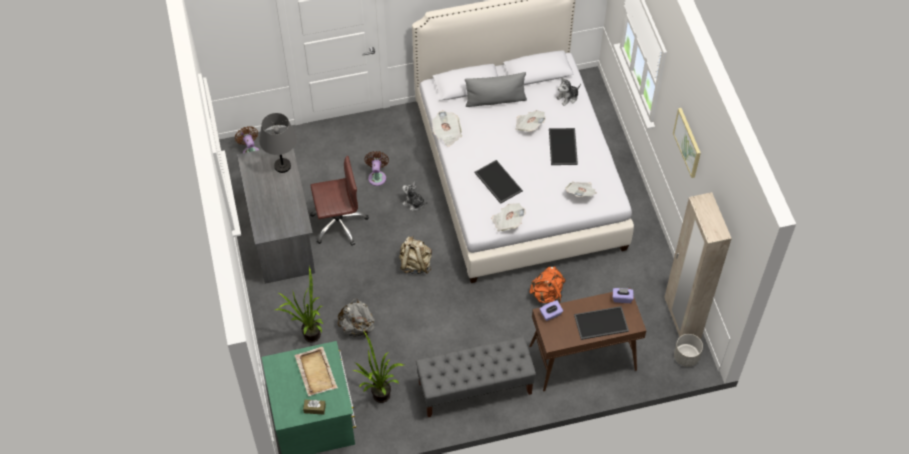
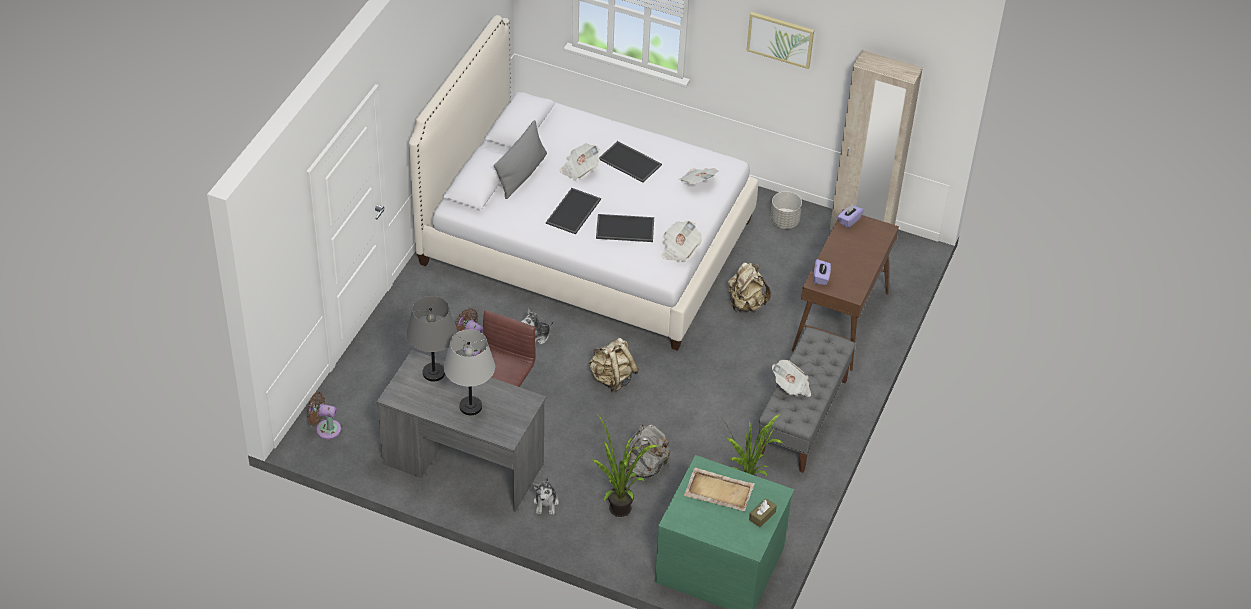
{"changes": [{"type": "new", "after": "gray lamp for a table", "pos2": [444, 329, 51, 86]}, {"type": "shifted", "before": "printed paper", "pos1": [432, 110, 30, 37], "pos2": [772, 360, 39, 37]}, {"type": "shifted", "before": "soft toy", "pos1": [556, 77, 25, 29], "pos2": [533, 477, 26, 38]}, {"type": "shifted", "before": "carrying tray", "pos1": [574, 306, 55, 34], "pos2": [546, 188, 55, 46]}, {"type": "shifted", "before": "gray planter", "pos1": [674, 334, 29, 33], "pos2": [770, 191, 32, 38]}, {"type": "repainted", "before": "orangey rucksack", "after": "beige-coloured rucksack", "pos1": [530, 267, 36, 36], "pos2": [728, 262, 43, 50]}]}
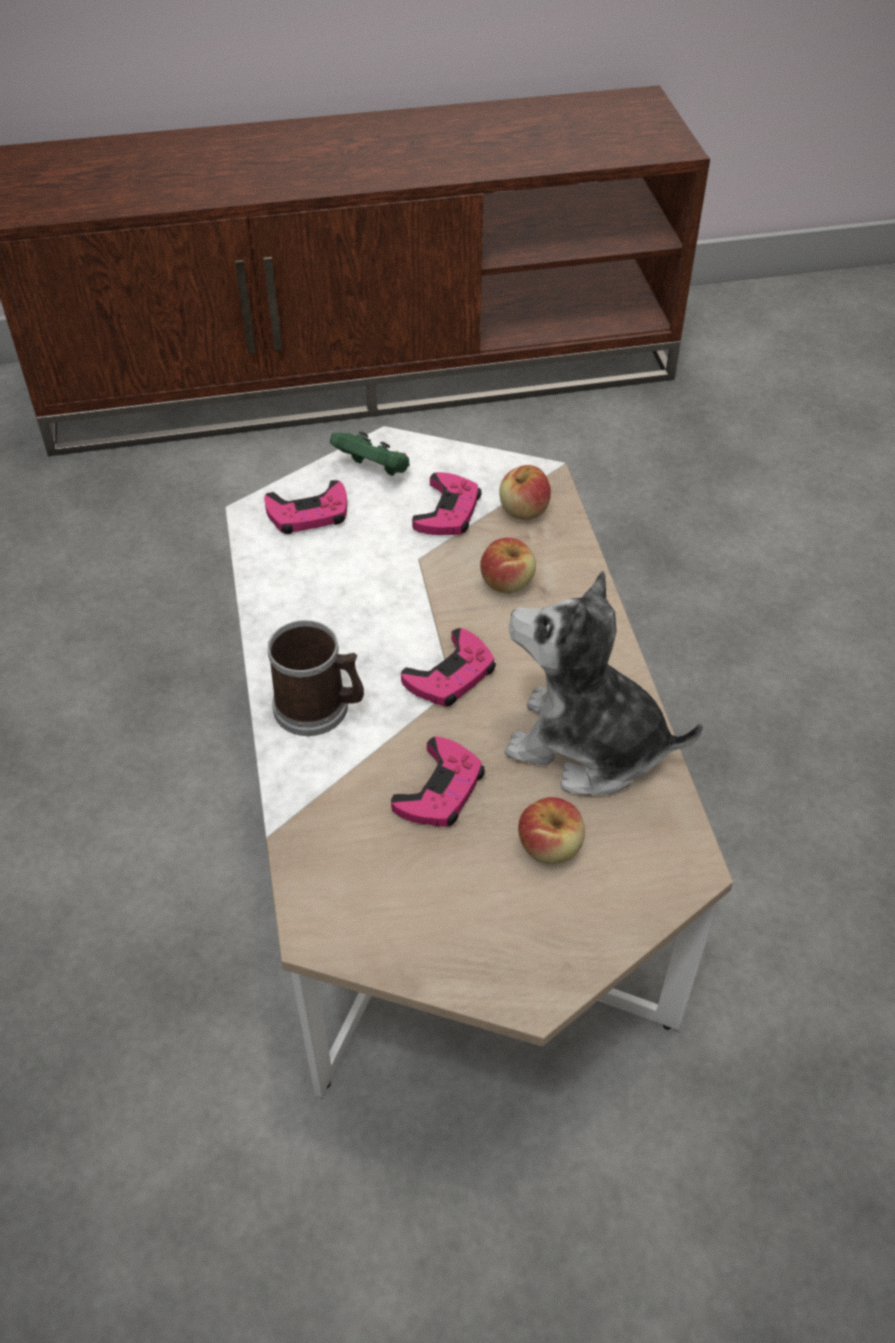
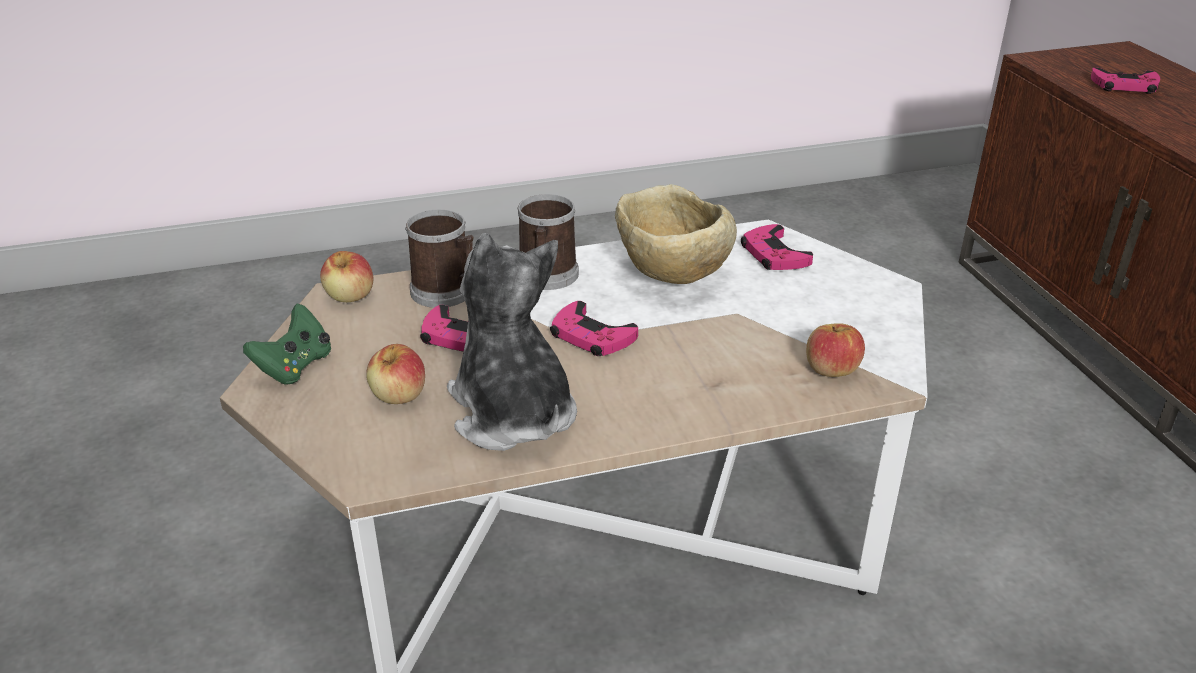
{"changes": [{"type": "new", "after": "tea mug", "pos2": [405, 210, 69, 98]}, {"type": "new", "after": "beige-coloured deep dish", "pos2": [615, 184, 122, 100]}, {"type": "shifted", "before": "green-coloured game controller", "pos1": [330, 431, 80, 45], "pos2": [243, 303, 88, 82]}, {"type": "shifted", "before": "pink-coloured game controller", "pos1": [412, 472, 70, 63], "pos2": [1091, 67, 69, 27]}, {"type": "shifted", "before": "apple", "pos1": [480, 538, 56, 56], "pos2": [320, 251, 54, 51]}, {"type": "rotated", "before": "soft toy", "pos1": [505, 571, 198, 224], "pos2": [447, 233, 130, 218], "turn": -45}]}
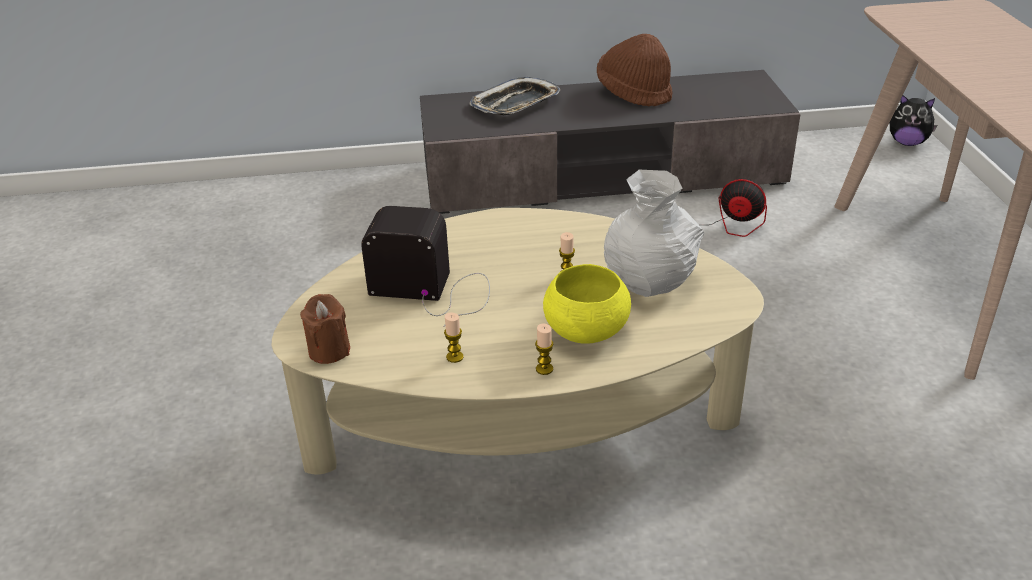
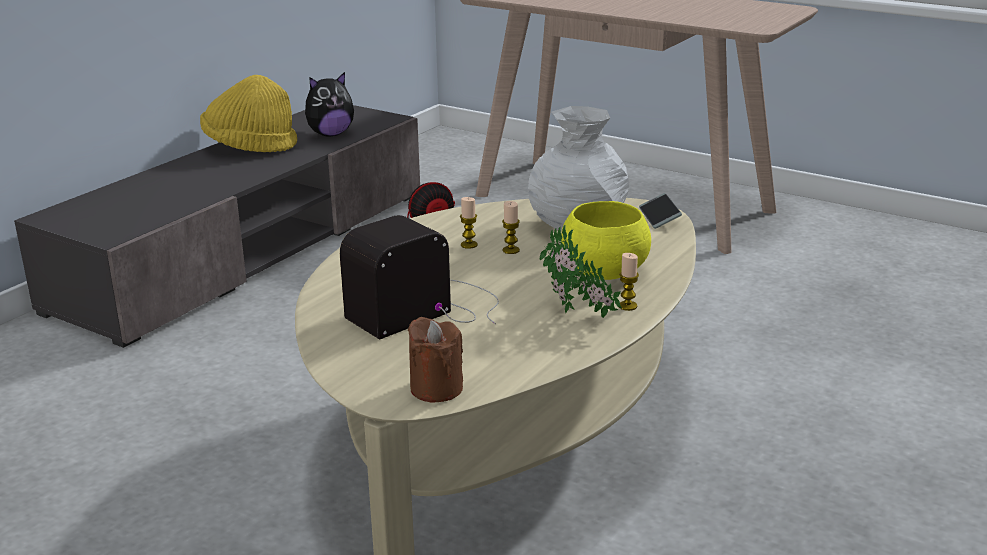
{"changes": [{"type": "gone", "before": "carrying tray", "pos1": [470, 77, 91, 38]}, {"type": "new", "after": "plant in a pot", "pos2": [540, 225, 82, 93]}, {"type": "new", "after": "phone", "pos2": [639, 193, 43, 36]}, {"type": "shifted", "before": "wax light", "pos1": [444, 312, 20, 51], "pos2": [460, 197, 18, 52]}, {"type": "shifted", "before": "soft toy", "pos1": [890, 95, 48, 51], "pos2": [305, 72, 49, 64]}, {"type": "repainted", "before": "brown hat", "after": "yellow hat", "pos1": [597, 34, 76, 72], "pos2": [200, 75, 97, 77]}]}
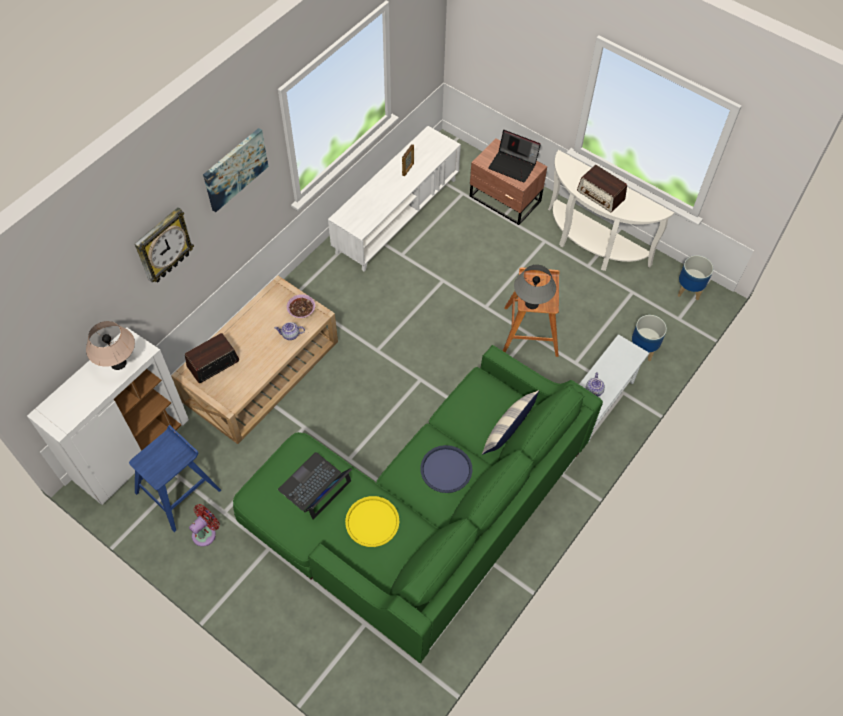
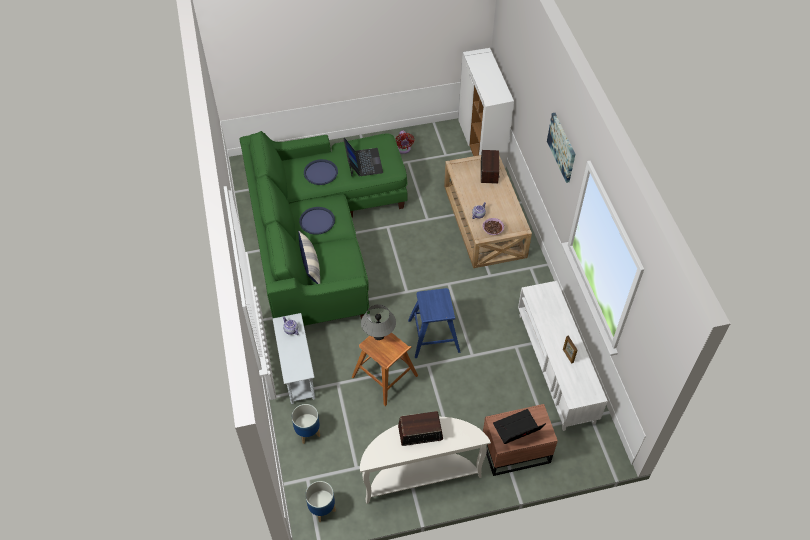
{"changes": [{"type": "gone", "before": "beige-coloured lamp for a table", "pos1": [86, 321, 49, 49]}, {"type": "gone", "before": "hanging clock", "pos1": [135, 208, 59, 75]}, {"type": "shifted", "before": "bluish sitting stool", "pos1": [129, 425, 92, 107], "pos2": [408, 288, 53, 70]}, {"type": "repainted", "before": "yellow carrying tray", "after": "bluish carrying tray", "pos1": [345, 496, 54, 51], "pos2": [304, 159, 34, 26]}]}
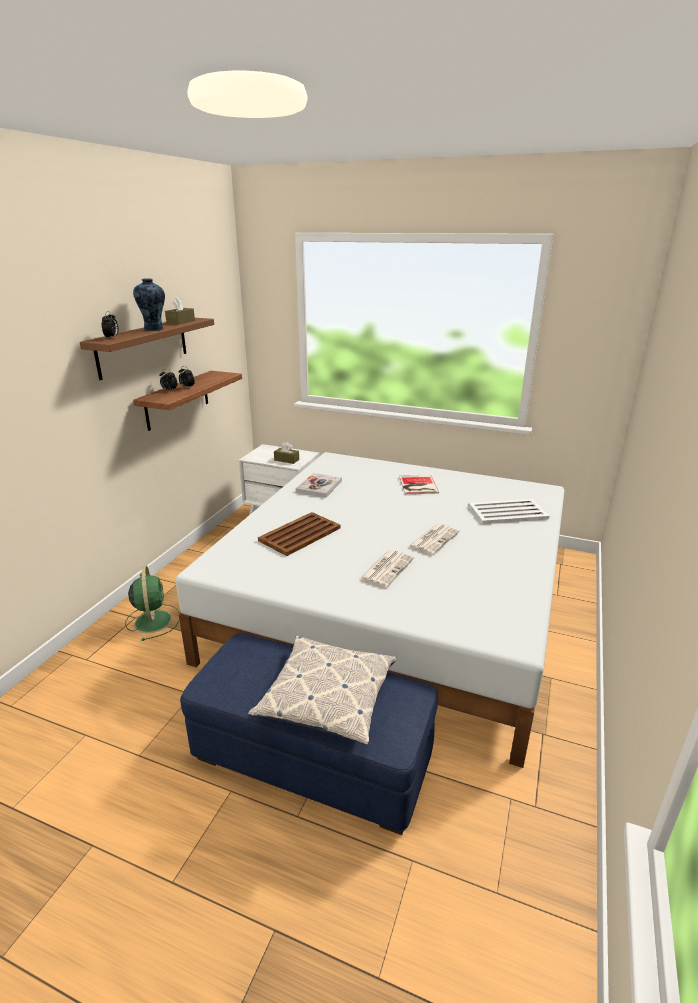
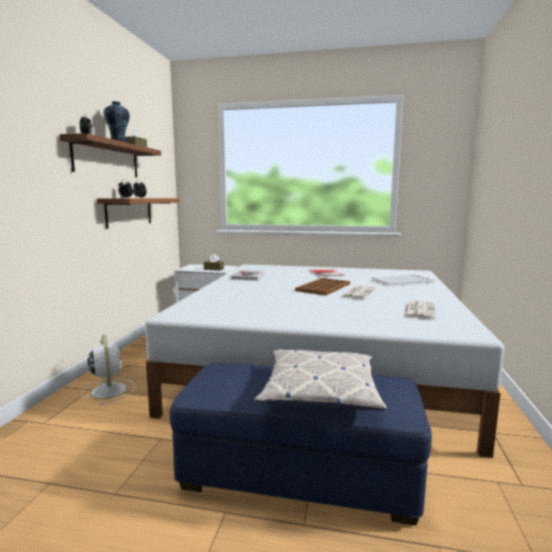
{"changes": [{"type": "shifted", "before": "brown carrying tray", "pos1": [258, 512, 83, 44], "pos2": [295, 278, 55, 17]}, {"type": "shifted", "before": "printed paper", "pos1": [360, 550, 54, 38], "pos2": [404, 301, 31, 18]}, {"type": "repainted", "before": "green-coloured cooling fan", "after": "white-coloured cooling fan", "pos1": [125, 566, 55, 75], "pos2": [81, 334, 54, 71]}]}
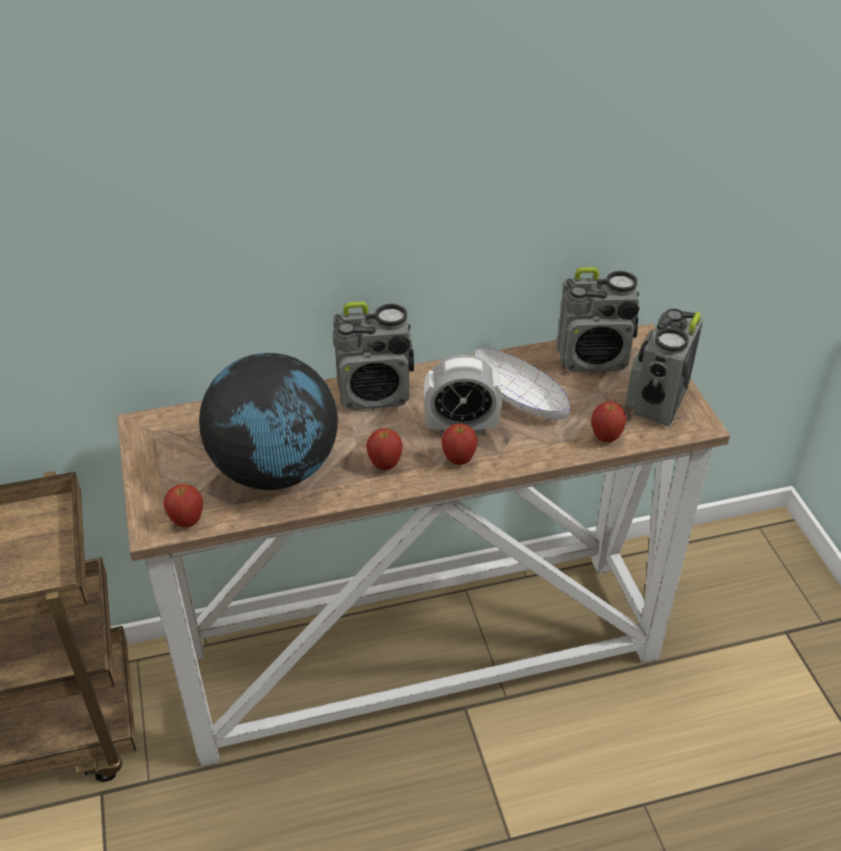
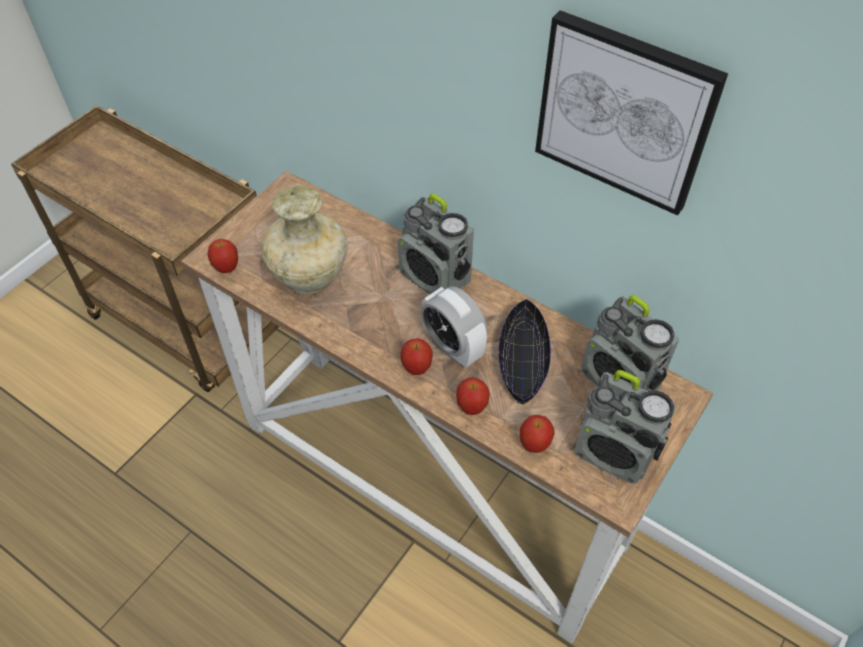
{"changes": [{"type": "new", "after": "wall art", "pos2": [535, 10, 193, 206]}, {"type": "shifted", "before": "apple", "pos1": [366, 428, 37, 42], "pos2": [456, 377, 34, 38]}, {"type": "swapped", "before": "world globe", "after": "beige-coloured flower vase", "pos1": [199, 353, 139, 137], "pos2": [261, 186, 87, 109]}, {"type": "repainted", "before": "white-coloured deep dish", "after": "black-coloured deep dish", "pos1": [475, 348, 95, 72], "pos2": [498, 299, 53, 106]}, {"type": "rotated", "before": "radio receiver", "pos1": [625, 309, 78, 117], "pos2": [575, 370, 102, 114], "turn": -135}]}
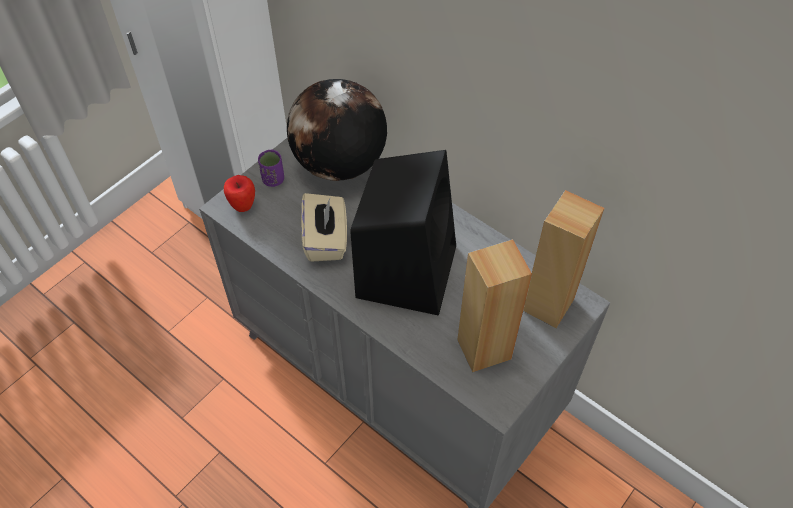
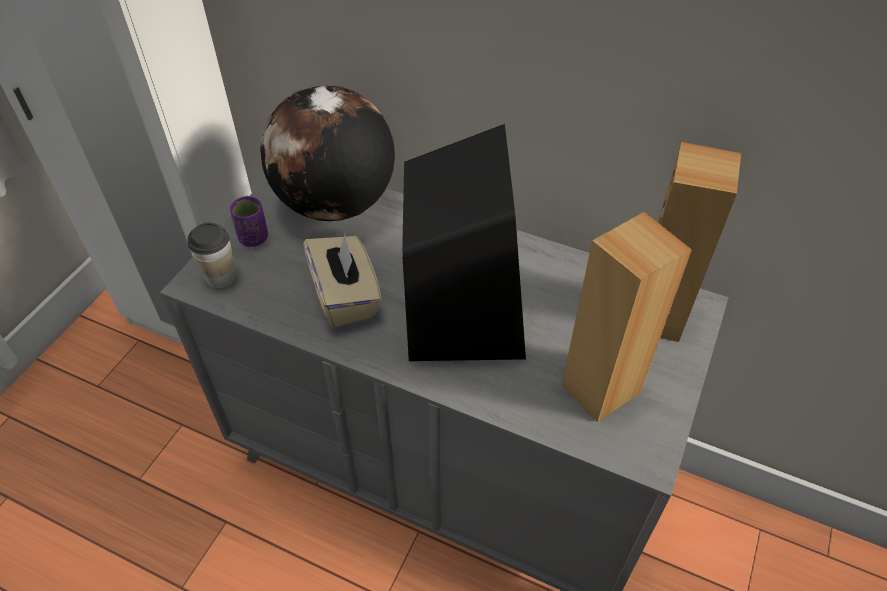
{"changes": [{"type": "swapped", "before": "apple", "after": "small cup", "pos1": [224, 175, 31, 37], "pos2": [188, 223, 48, 66]}]}
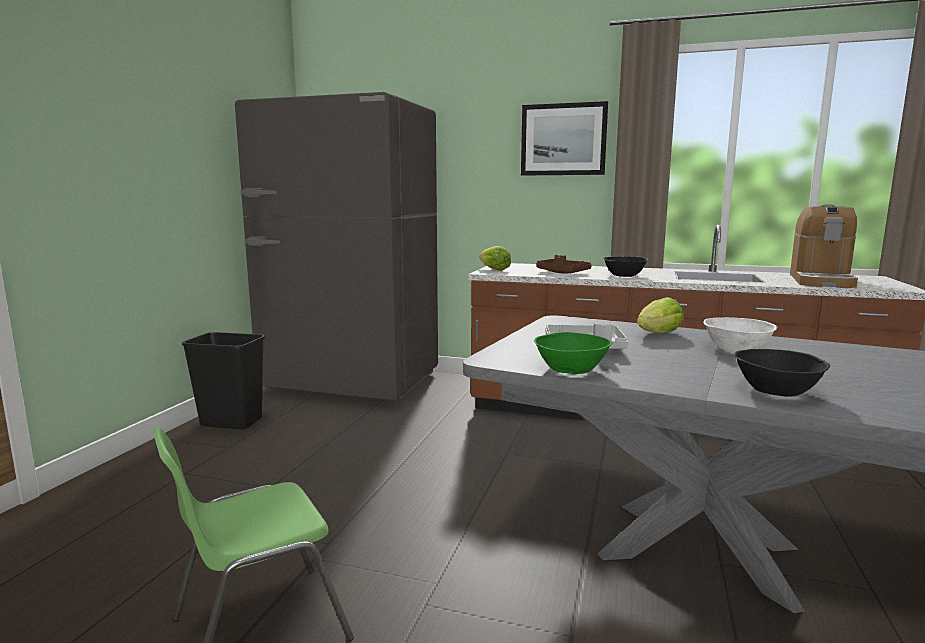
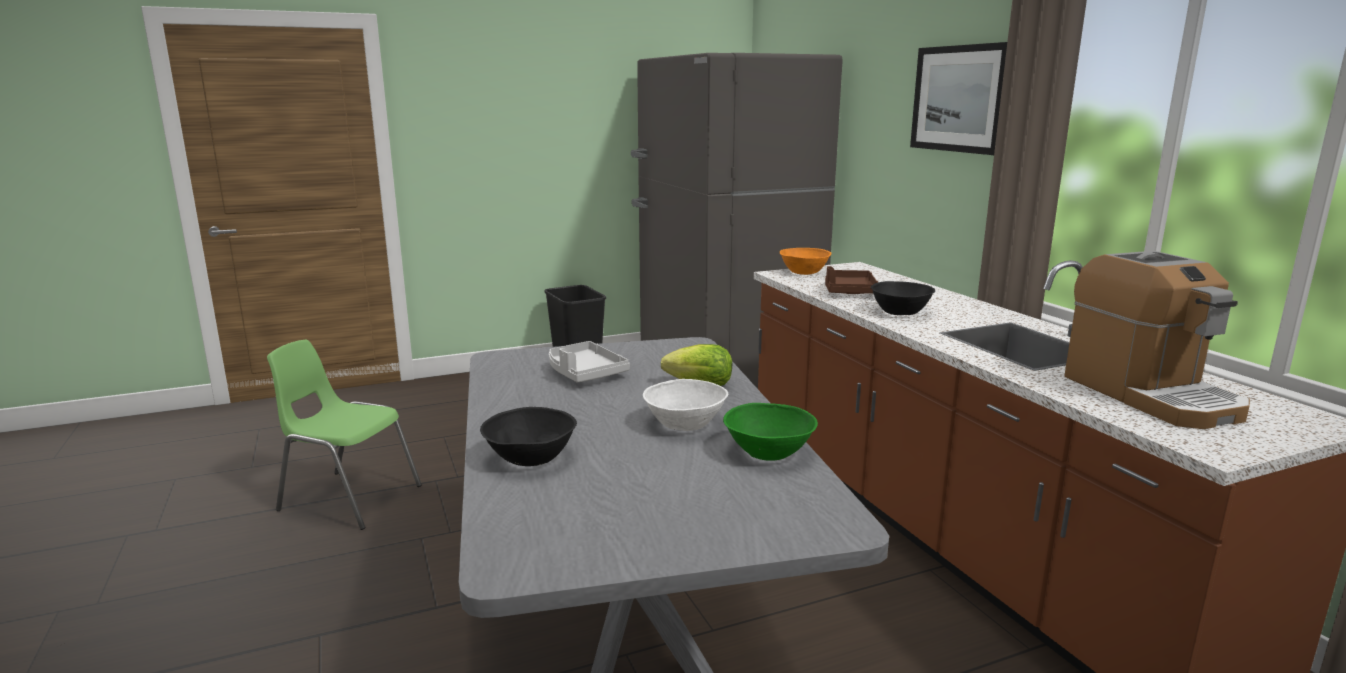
{"changes": [{"type": "shifted", "before": "green-coloured deep dish", "pos1": [534, 332, 78, 42], "pos2": [723, 403, 95, 58]}, {"type": "swapped", "before": "head of lettuce", "after": "orangey deep dish", "pos1": [479, 246, 32, 25], "pos2": [780, 248, 51, 27]}, {"type": "rotated", "before": "coffee machine", "pos1": [790, 204, 68, 84], "pos2": [1064, 251, 186, 178], "turn": -90}]}
